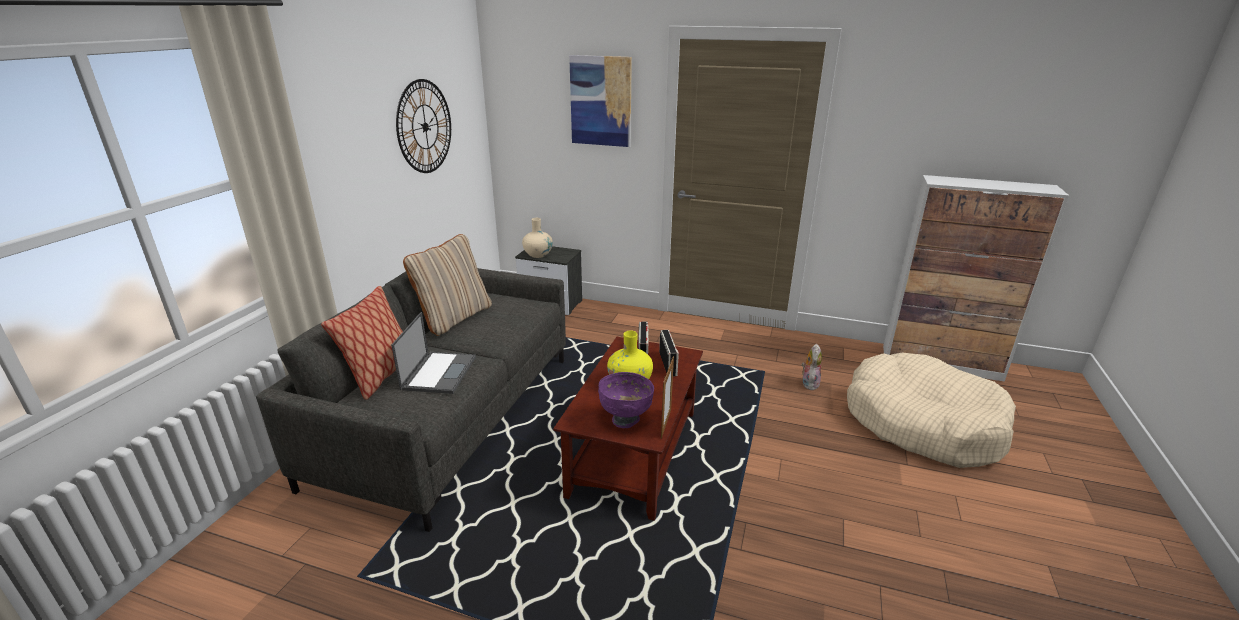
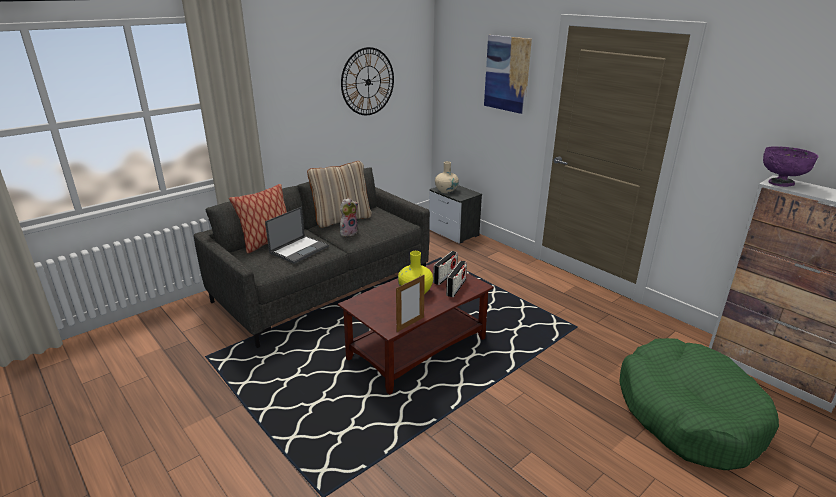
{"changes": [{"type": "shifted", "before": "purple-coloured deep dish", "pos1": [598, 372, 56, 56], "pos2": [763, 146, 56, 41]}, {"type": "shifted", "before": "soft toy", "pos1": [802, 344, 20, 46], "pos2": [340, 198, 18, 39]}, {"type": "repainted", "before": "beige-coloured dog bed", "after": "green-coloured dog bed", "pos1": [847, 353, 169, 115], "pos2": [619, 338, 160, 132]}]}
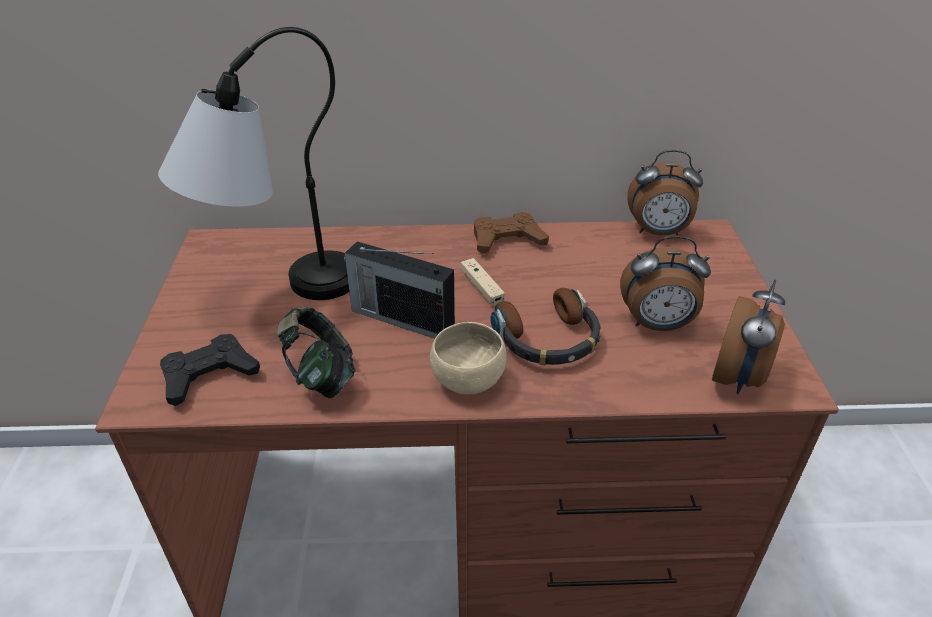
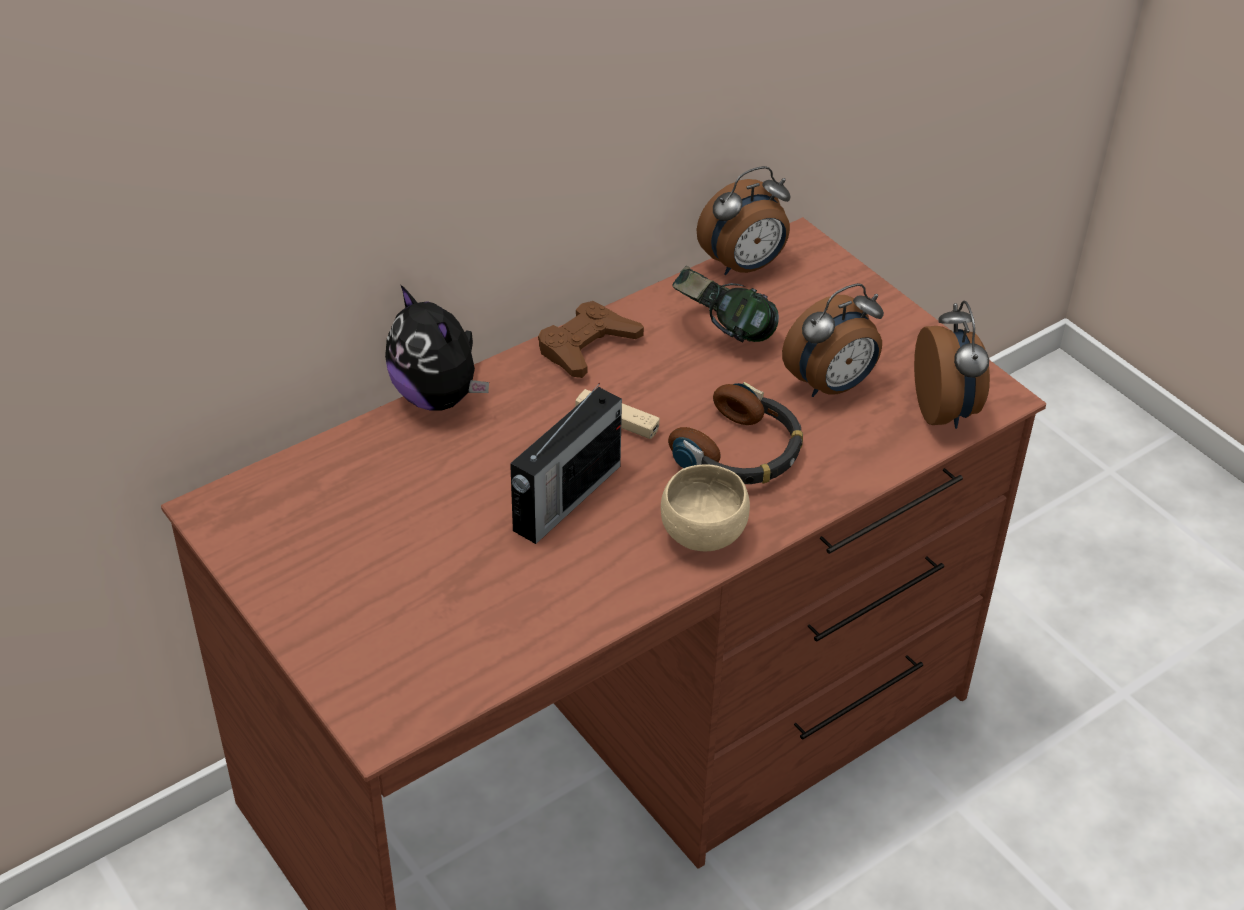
{"changes": [{"type": "gone", "before": "lamp for a table", "pos1": [158, 27, 191, 273]}, {"type": "gone", "before": "black-coloured game controller", "pos1": [160, 334, 100, 72]}, {"type": "new", "after": "soft toy", "pos2": [385, 285, 104, 125]}, {"type": "shifted", "before": "pair of headphones", "pos1": [277, 307, 79, 91], "pos2": [672, 266, 107, 76]}, {"type": "rotated", "before": "radio receiver", "pos1": [344, 241, 111, 97], "pos2": [510, 383, 112, 161], "turn": -45}]}
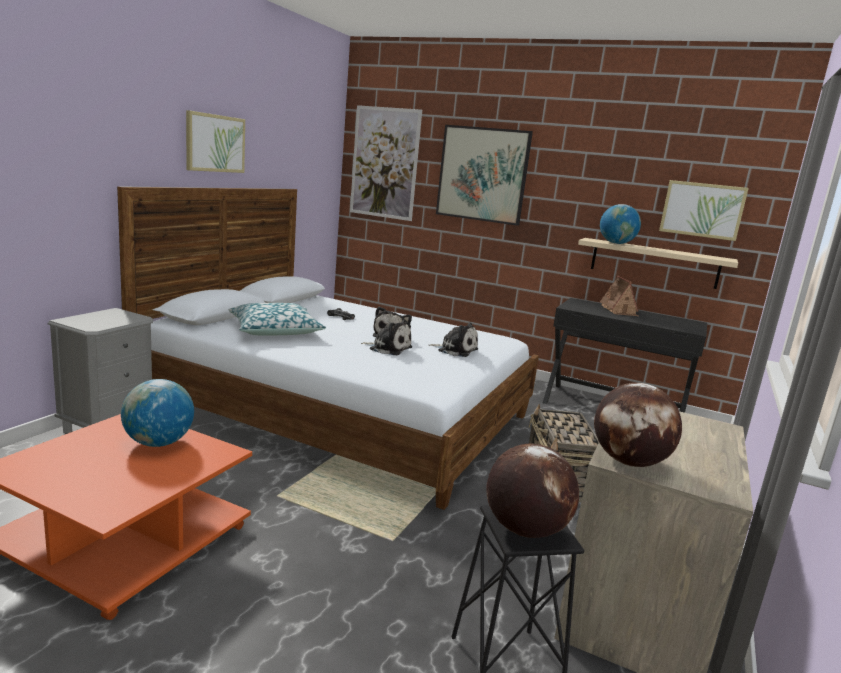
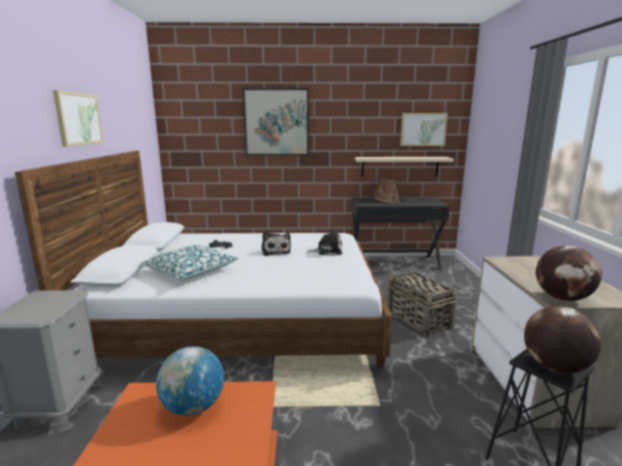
{"changes": [{"type": "gone", "before": "wall art", "pos1": [350, 105, 72, 116]}, {"type": "gone", "before": "soft toy", "pos1": [361, 320, 51, 35]}, {"type": "gone", "before": "world globe", "pos1": [600, 204, 41, 40]}]}
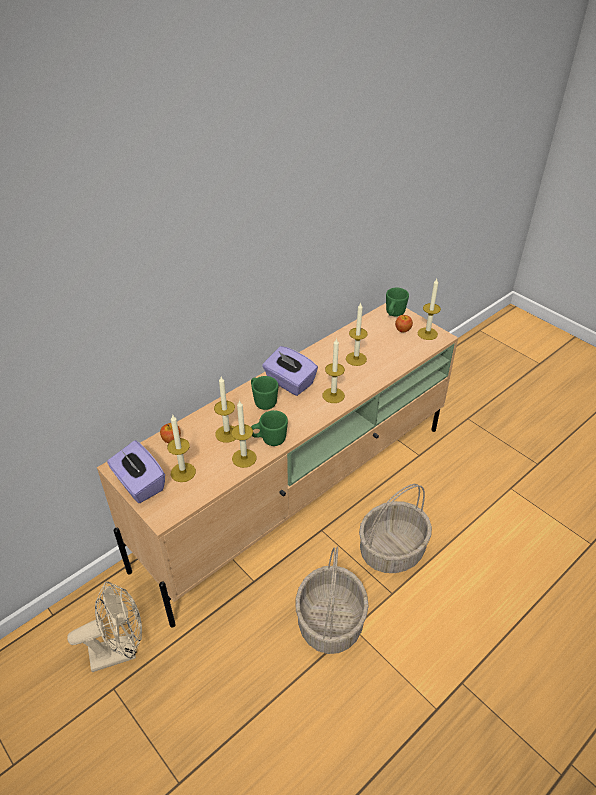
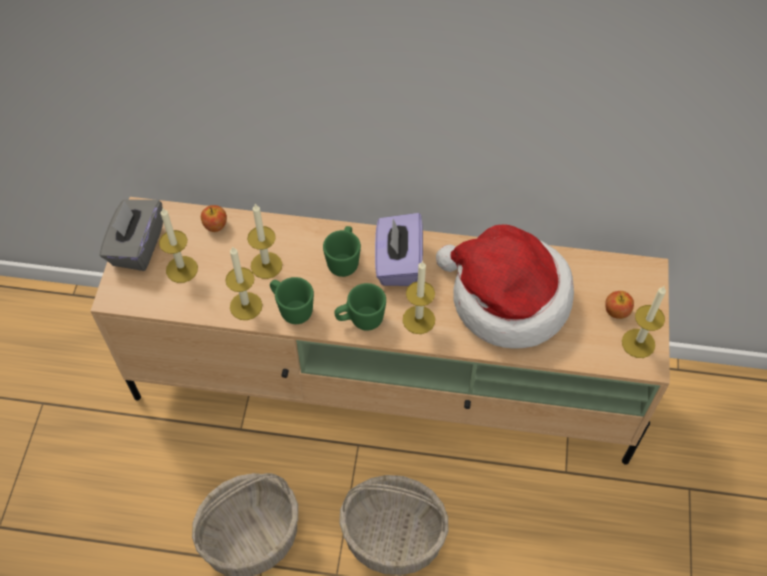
{"changes": [{"type": "gone", "before": "beige-coloured cooling fan", "pos1": [67, 581, 75, 91]}, {"type": "shifted", "before": "green-coloured tea mug", "pos1": [386, 288, 23, 29], "pos2": [334, 283, 52, 48]}, {"type": "swapped", "before": "wax light", "after": "hat", "pos1": [346, 303, 21, 63], "pos2": [436, 224, 138, 125]}, {"type": "repainted", "before": "purple-coloured tissue box", "after": "gray tissue box", "pos1": [107, 440, 58, 63], "pos2": [100, 200, 63, 71]}]}
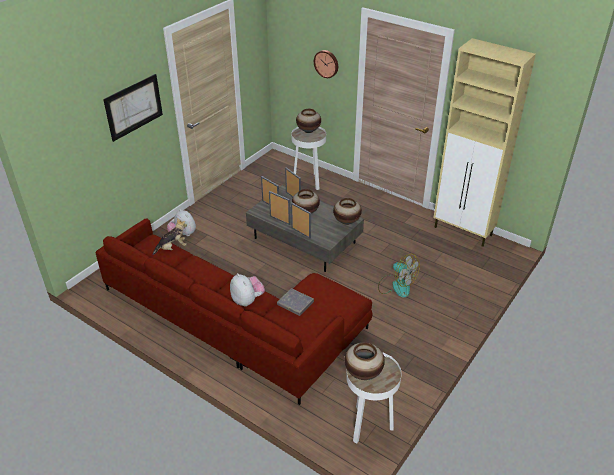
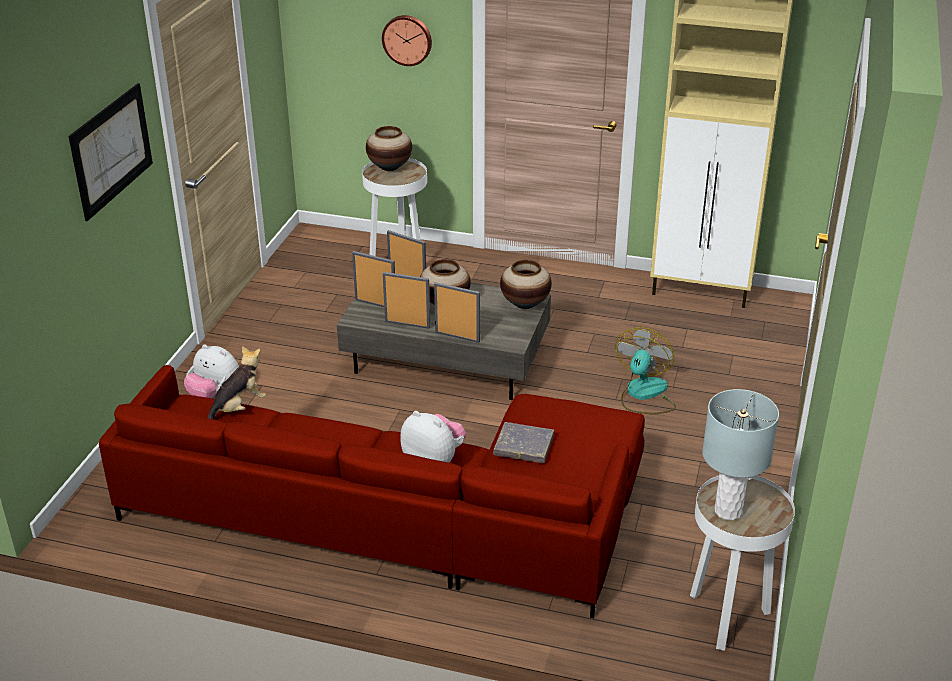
{"changes": [{"type": "swapped", "before": "flower vase", "after": "gray lamp for a table", "pos1": [345, 342, 40, 38], "pos2": [702, 389, 77, 131]}, {"type": "rotated", "before": "cooling fan", "pos1": [378, 254, 42, 43], "pos2": [615, 327, 61, 87], "turn": -90}]}
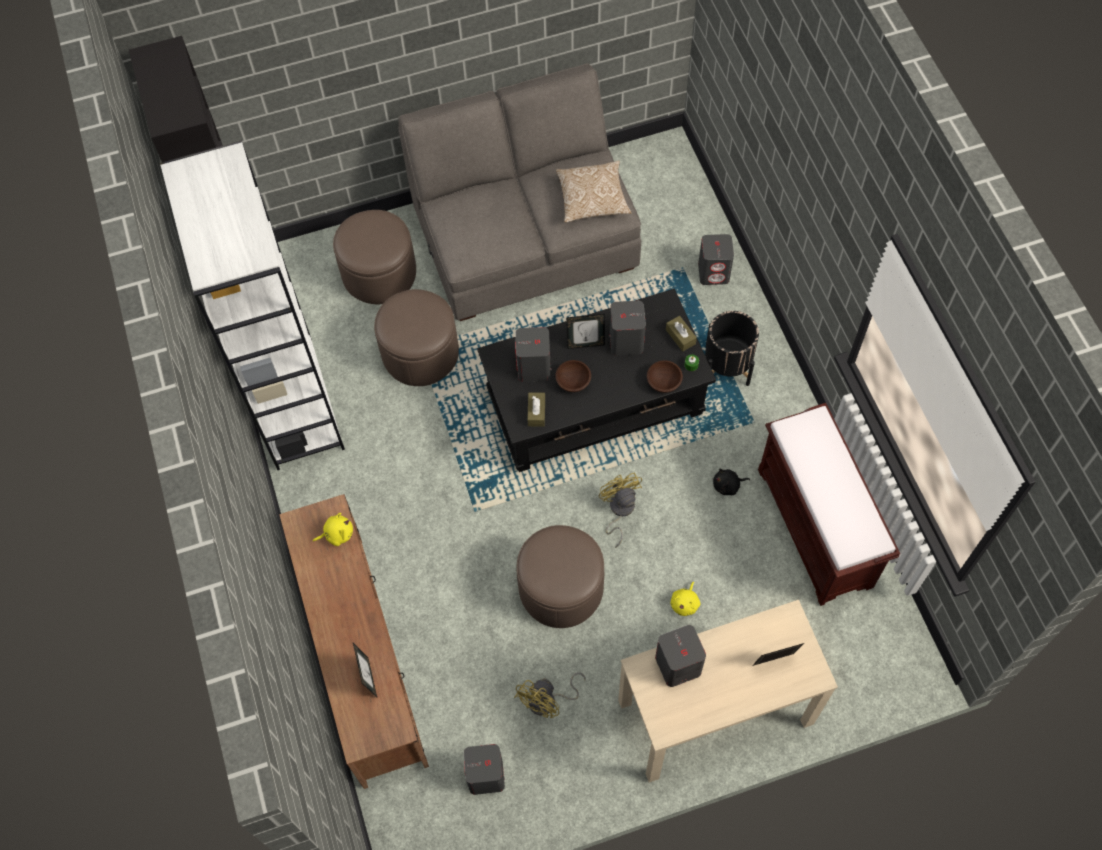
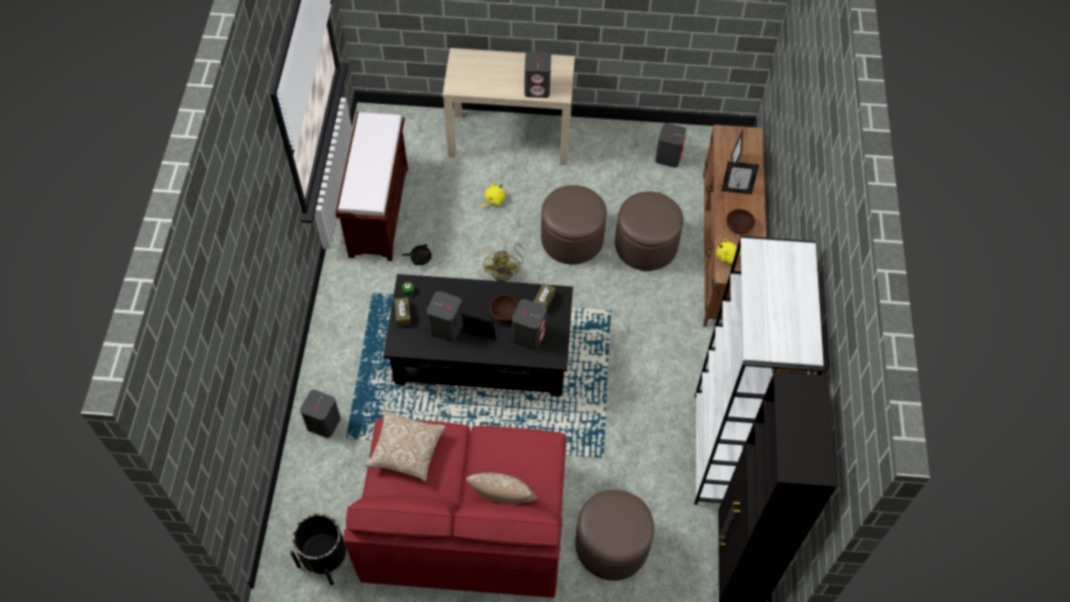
{"changes": [{"type": "gone", "before": "yellow cooling fan", "pos1": [514, 672, 72, 46]}, {"type": "new", "after": "throw pillow", "pos2": [466, 473, 71, 31]}, {"type": "shifted", "before": "brown footrest", "pos1": [374, 289, 85, 97], "pos2": [615, 191, 69, 80]}, {"type": "shifted", "before": "brown deep dish", "pos1": [647, 360, 36, 33], "pos2": [726, 209, 29, 25]}, {"type": "shifted", "before": "black-coloured planter", "pos1": [705, 311, 54, 75], "pos2": [290, 514, 56, 71]}, {"type": "shifted", "before": "standing frame", "pos1": [752, 643, 52, 23], "pos2": [722, 162, 37, 32]}, {"type": "repainted", "before": "gray couch", "after": "reddish couch", "pos1": [398, 63, 243, 258], "pos2": [343, 418, 223, 180]}]}
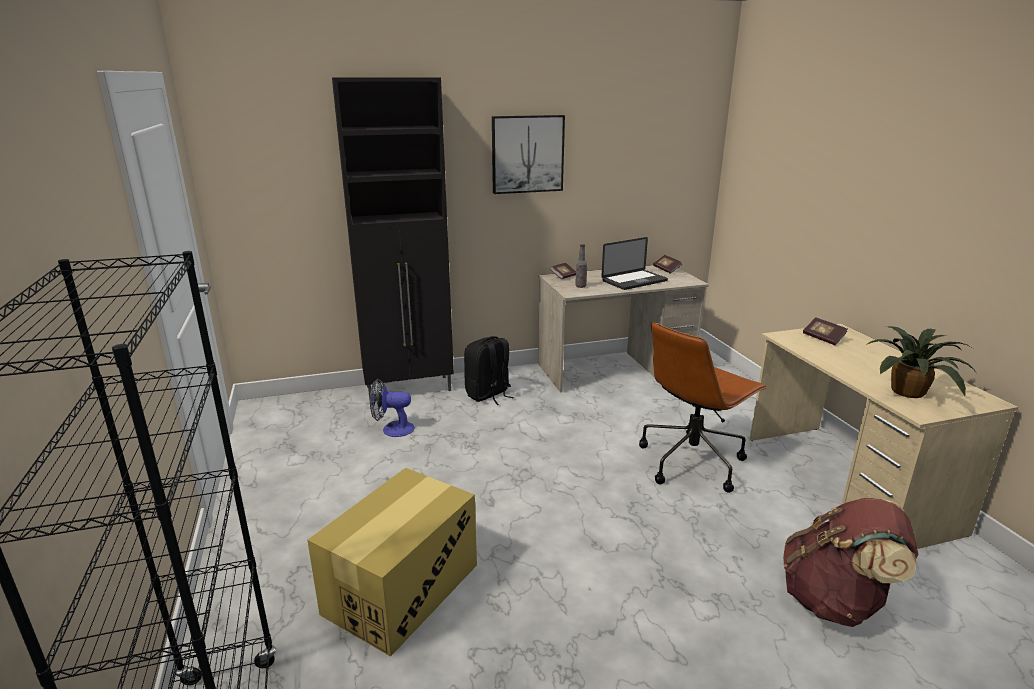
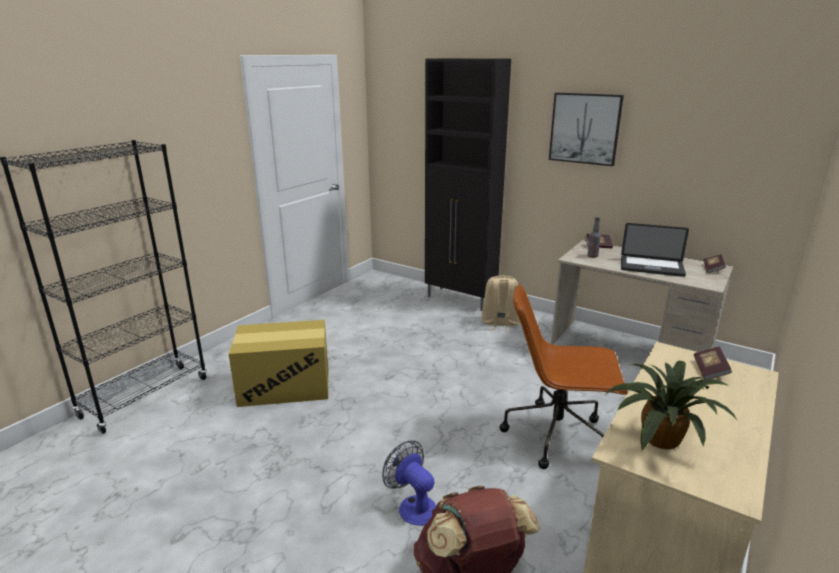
{"changes": [{"type": "shifted", "before": "cooling fan", "pos1": [370, 379, 44, 58], "pos2": [382, 441, 54, 85]}, {"type": "repainted", "before": "black-coloured rucksack", "after": "beige-coloured rucksack", "pos1": [464, 336, 50, 69], "pos2": [481, 275, 39, 57]}]}
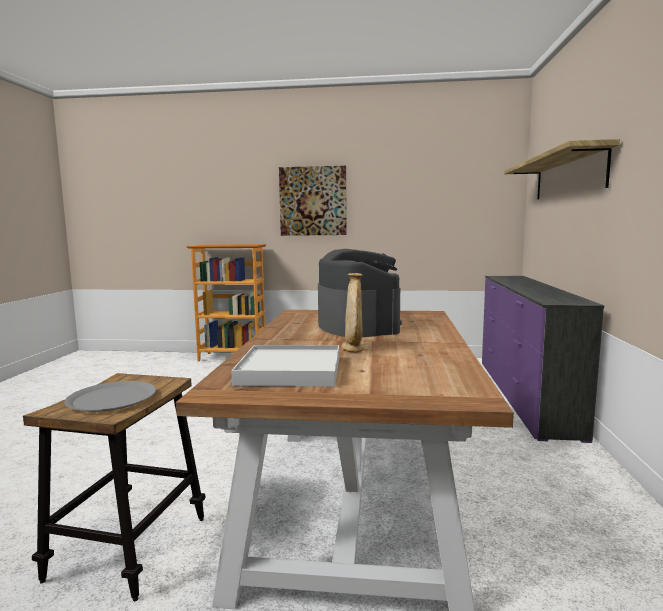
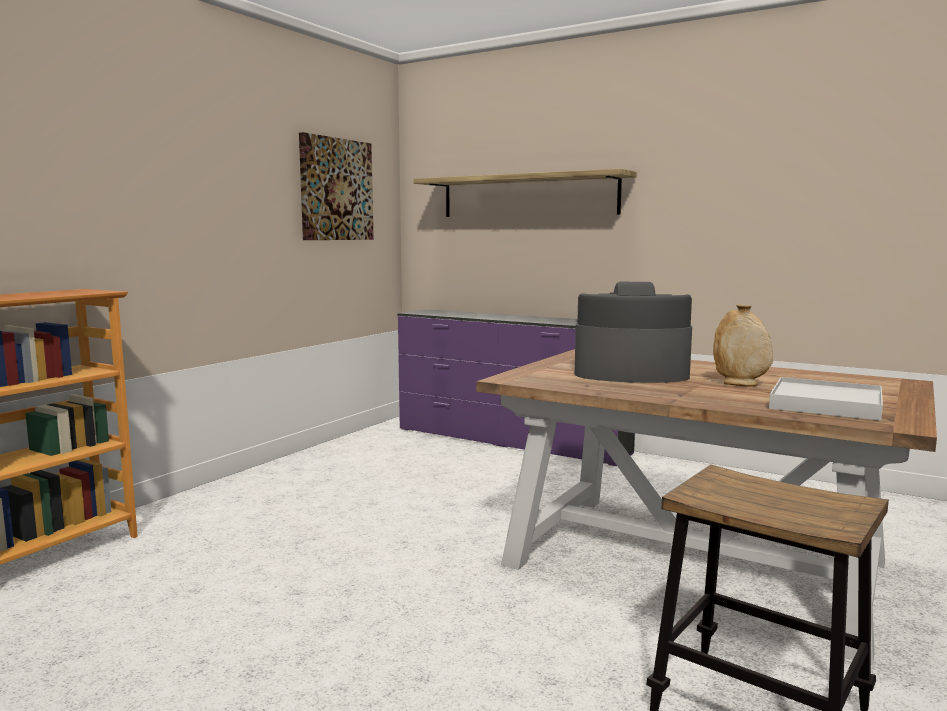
{"changes": [{"type": "gone", "before": "gray dinner plate", "pos1": [64, 381, 92, 31]}, {"type": "shifted", "before": "wall art", "pos1": [279, 166, 68, 70], "pos2": [299, 132, 75, 108]}]}
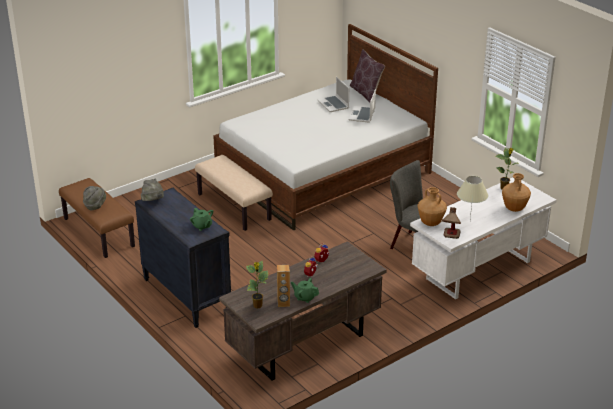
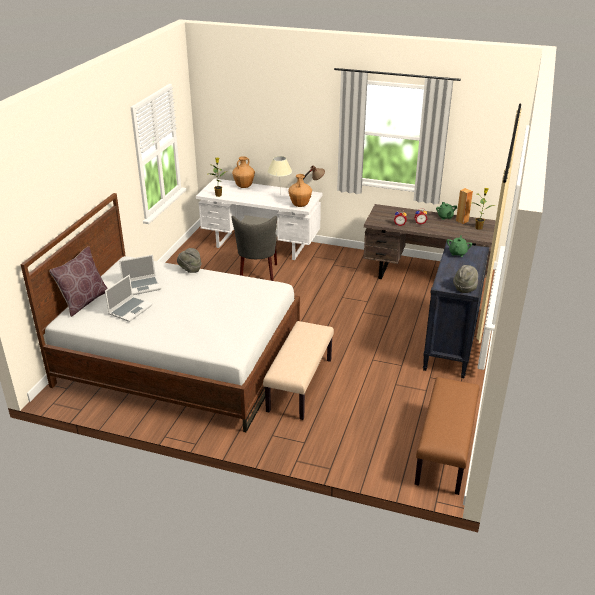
{"changes": [{"type": "shifted", "before": "gray hat", "pos1": [83, 186, 23, 24], "pos2": [177, 248, 25, 25]}]}
